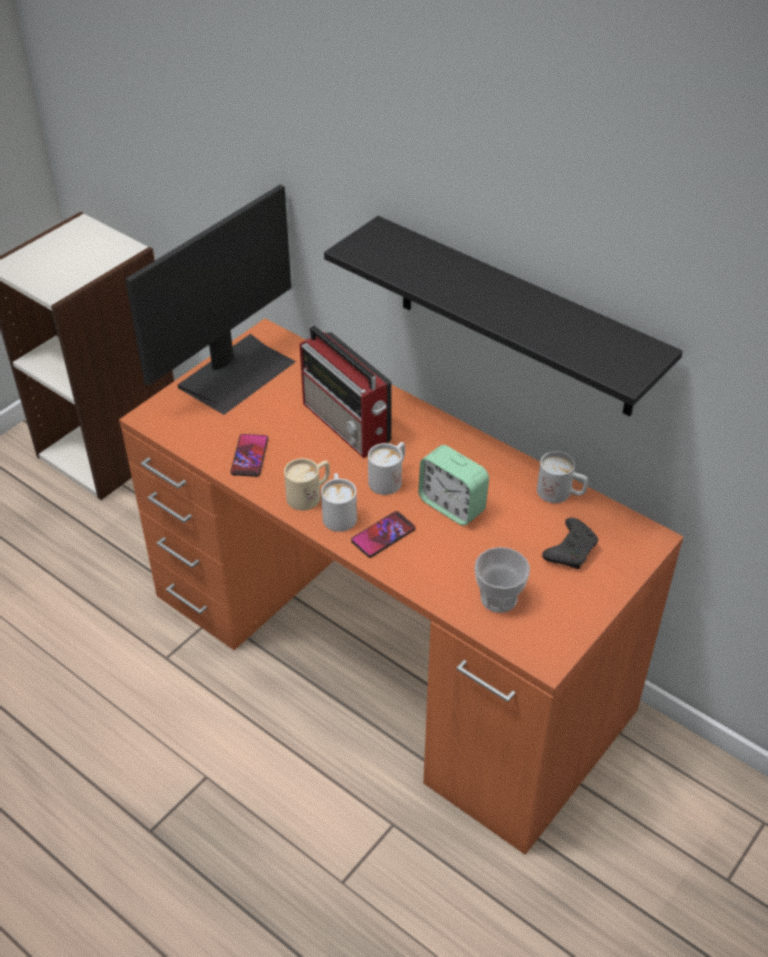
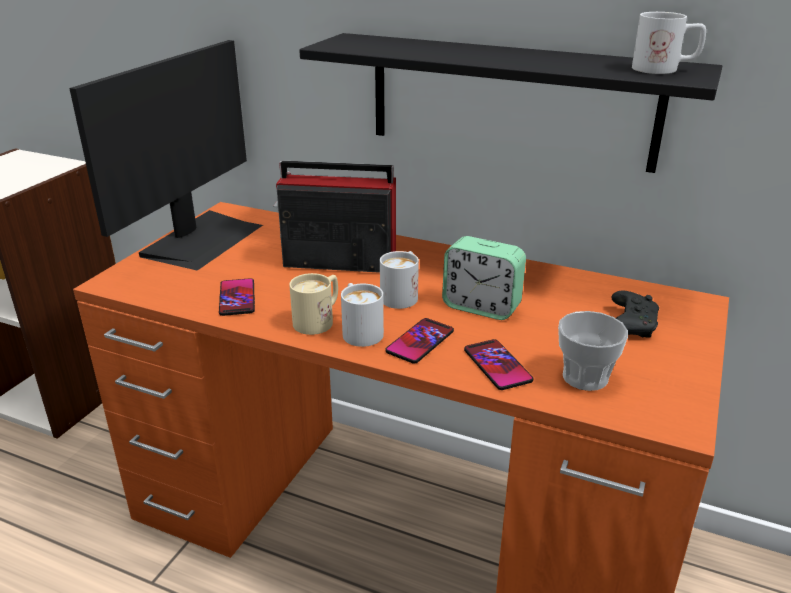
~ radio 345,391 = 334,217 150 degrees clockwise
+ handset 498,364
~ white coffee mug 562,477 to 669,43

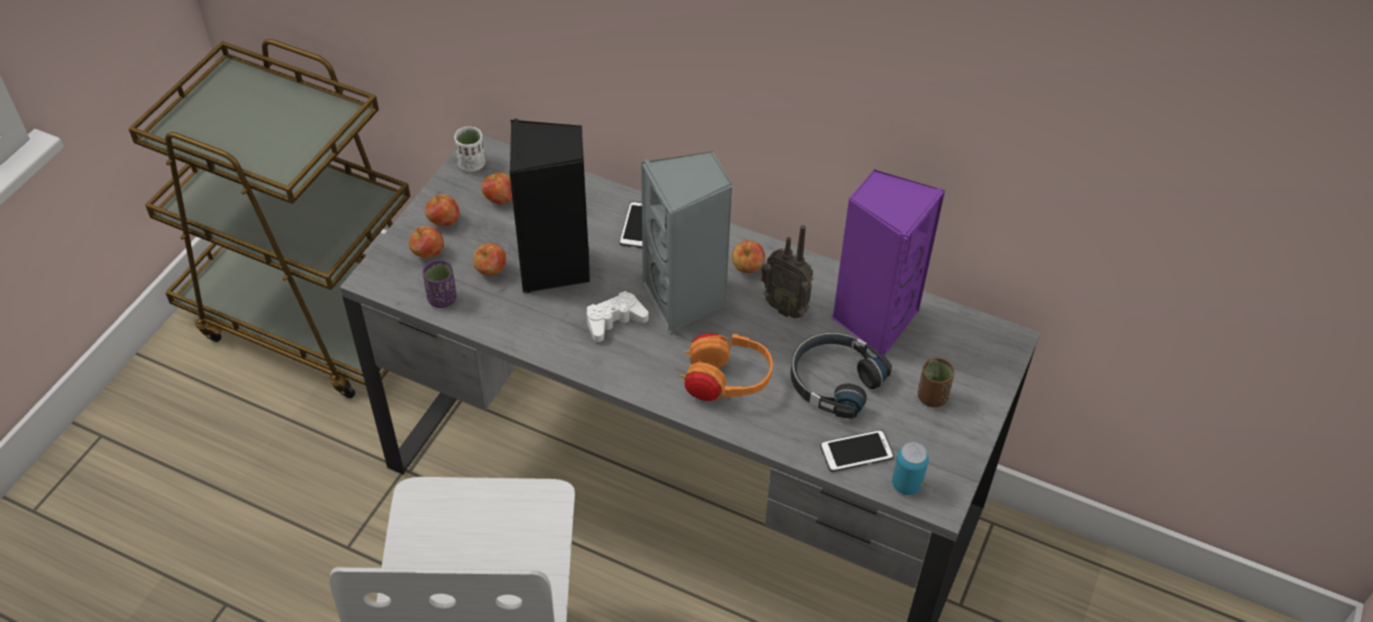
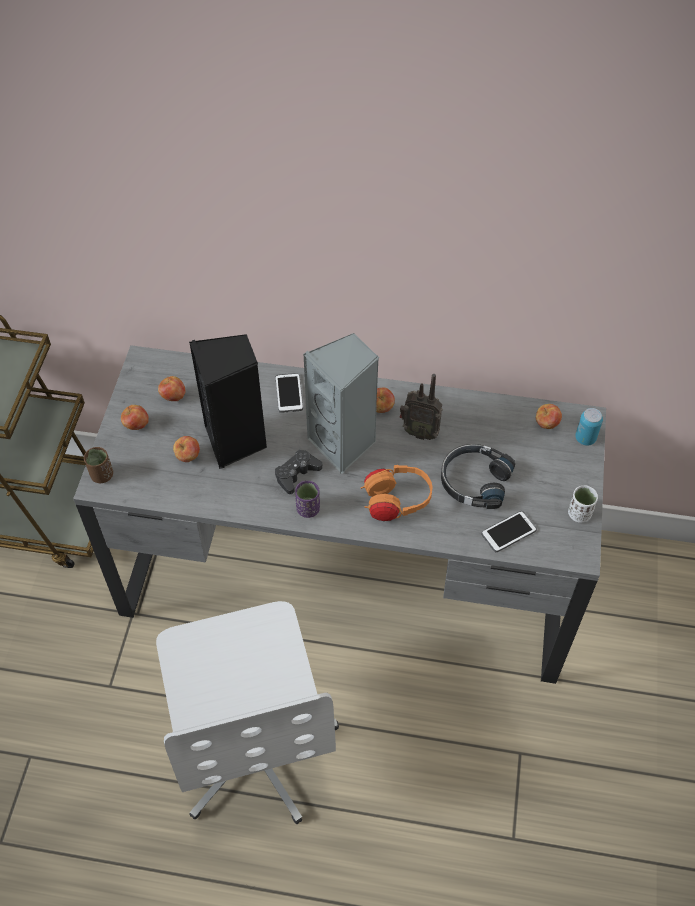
~ brown-coloured cup 936,382 to 98,465
~ white gamepad 618,316 to blackish gamepad 299,471
~ purple-coloured cup 439,284 to 307,499
~ whole apple 426,242 to 549,416
~ white cup 469,149 to 583,504
~ can 910,468 to 589,427
- purple-coloured audio speaker 888,262

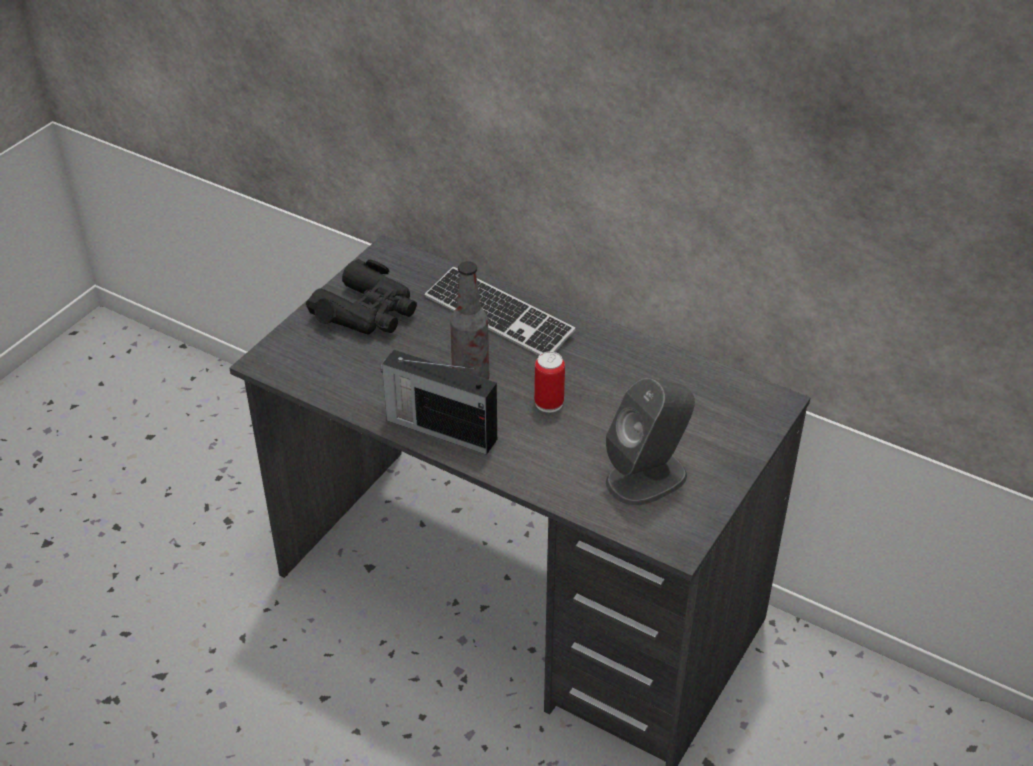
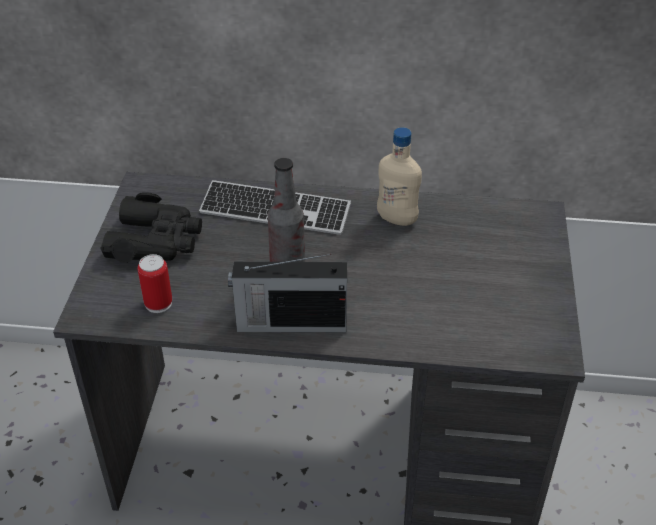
~ can 549,382 to 154,283
+ beige-coloured drink bottle 399,176
- greyish audio speaker 650,442

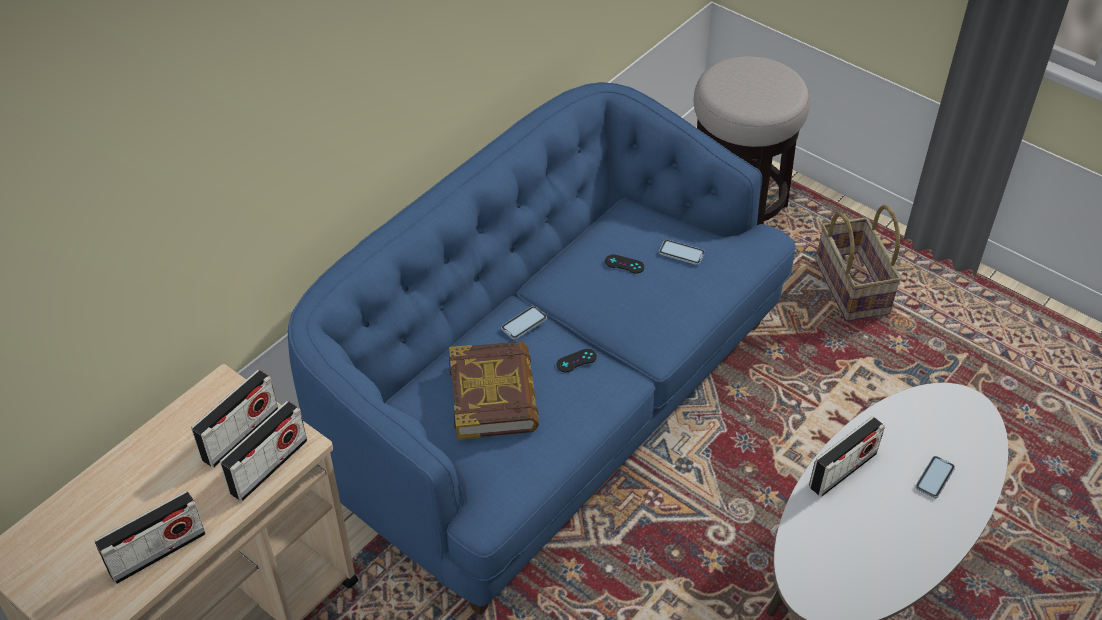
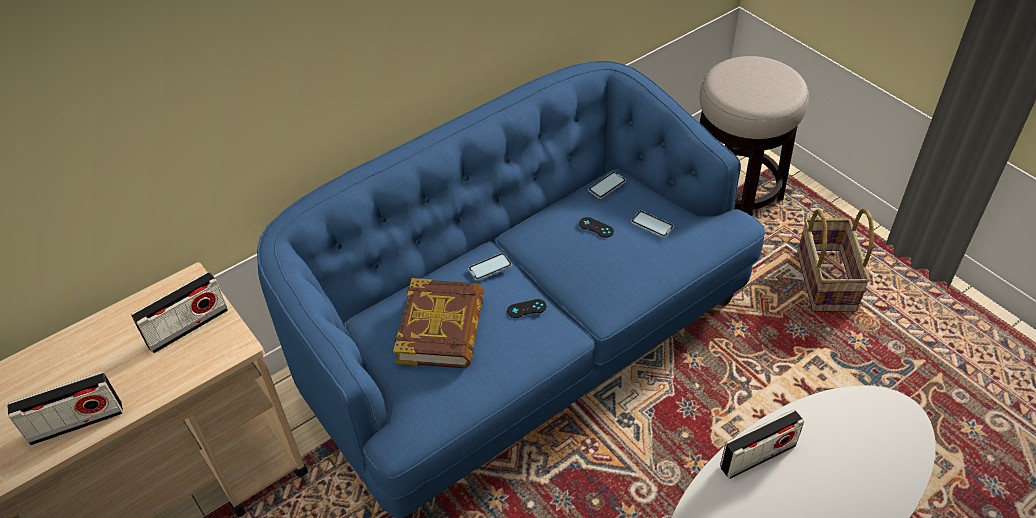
~ handset 935,477 to 607,185
- radio 263,451

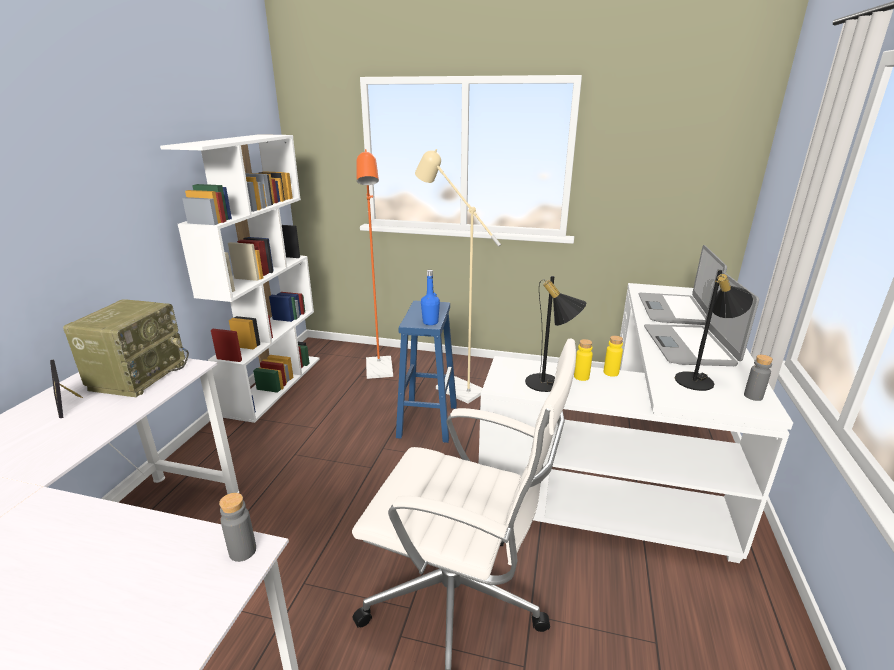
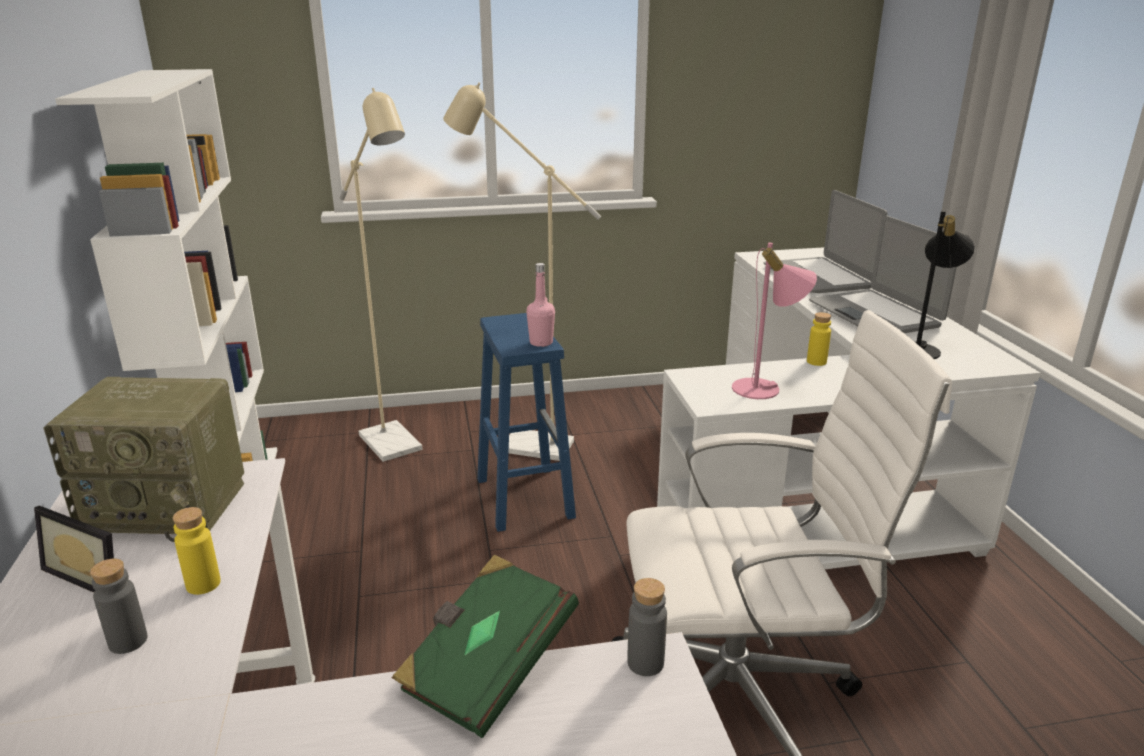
~ radio 126,348 = 143,459 105 degrees clockwise
~ greyish drink bottle 758,378 to 119,606
~ yellowish drink bottle 583,360 to 197,551
~ orangey standard lamp 374,264 to beige-coloured standard lamp 381,275
+ greenish bound book 485,646
~ blue-coloured drink bottle 430,297 to pink-coloured drink bottle 540,305
~ blackish tabletop lamp 555,334 to pink-coloured tabletop lamp 774,321

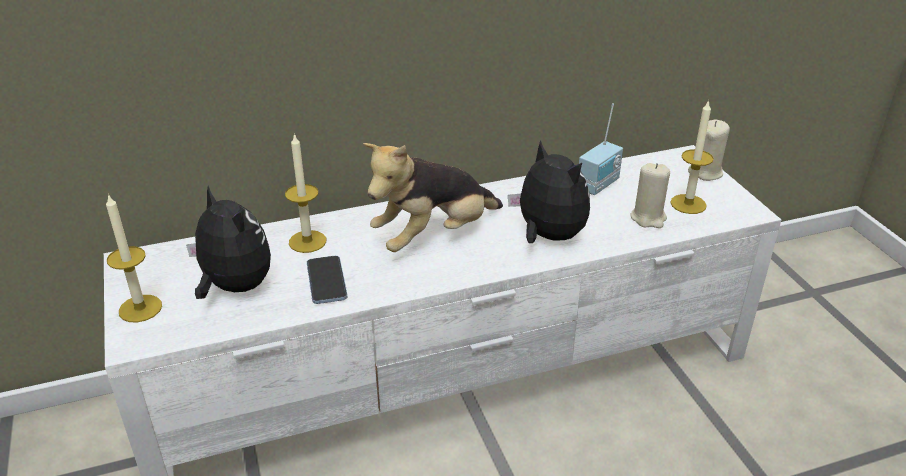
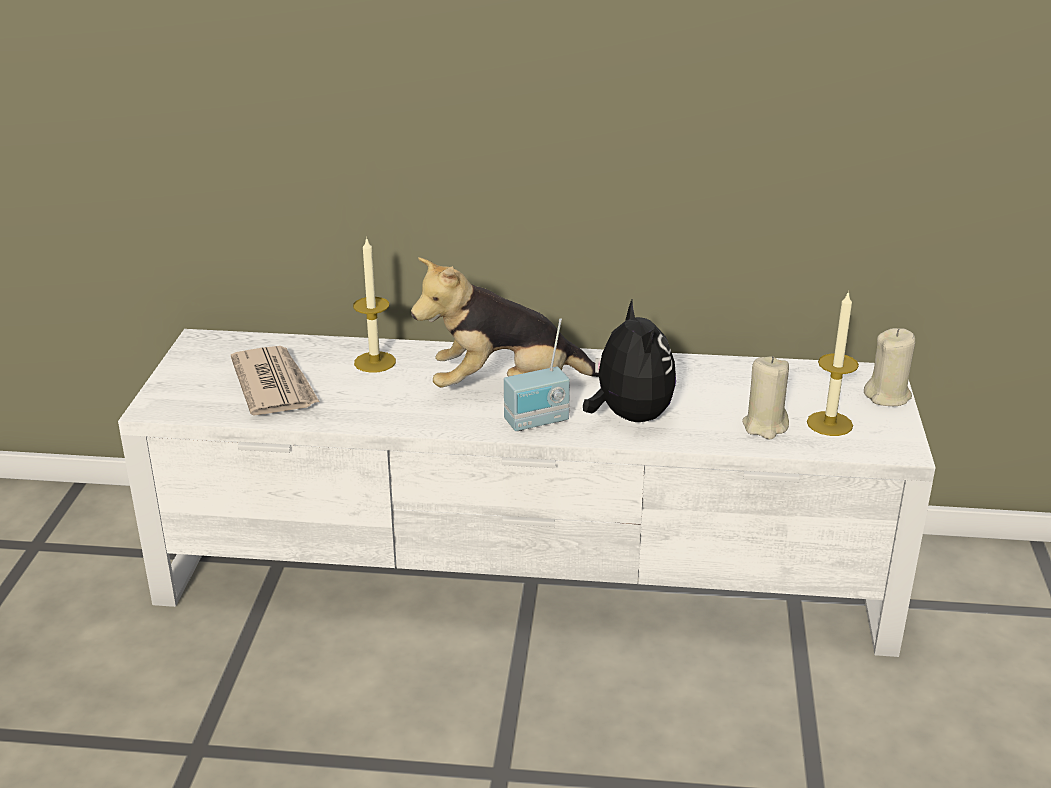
~ cuddly toy 228,242 to printed paper 275,381
~ radio 601,149 to 537,374
- wax light 134,258
- handset 327,280

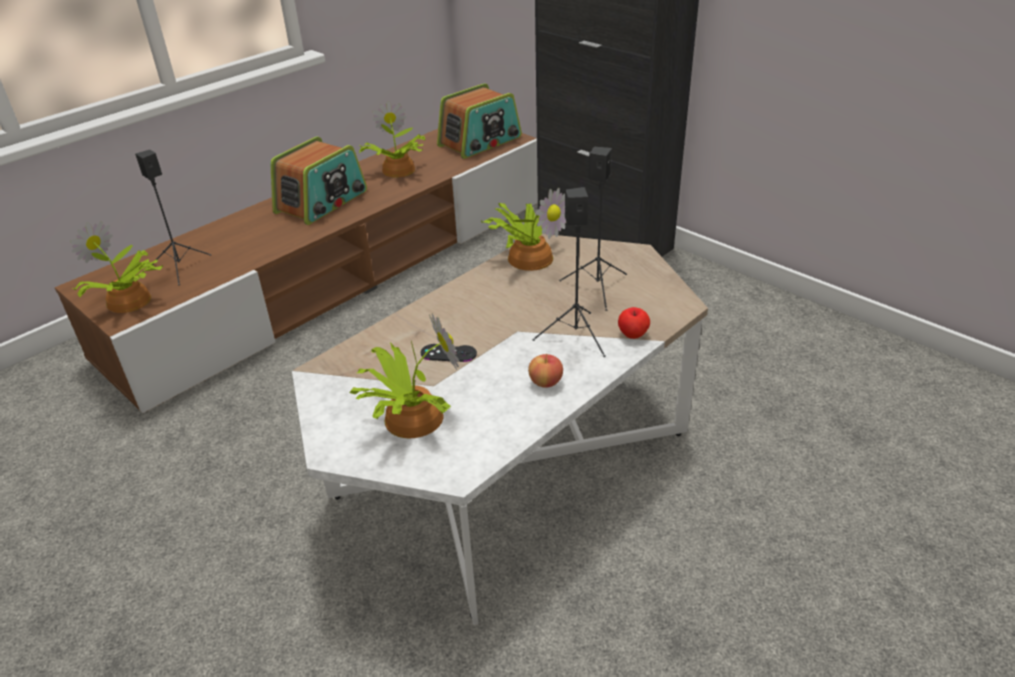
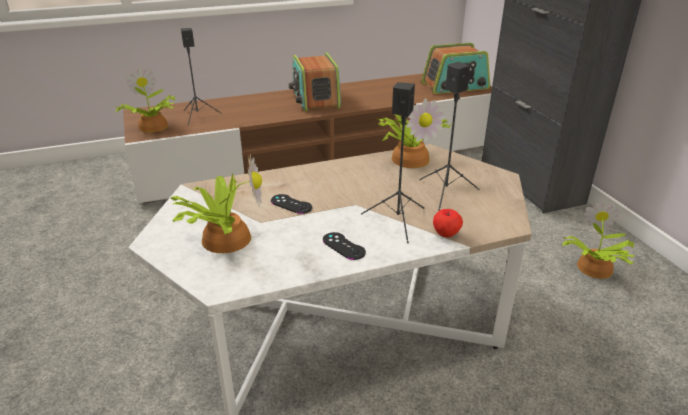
~ radio 318,180 = 315,82 105 degrees clockwise
~ whole apple 545,371 to blackish gamepad 344,246
~ potted plant 392,139 to 598,240

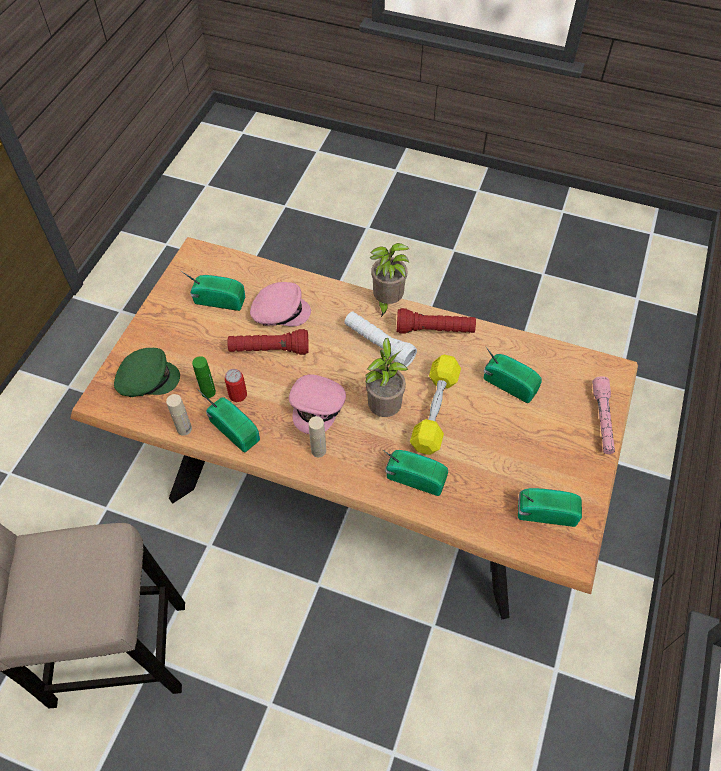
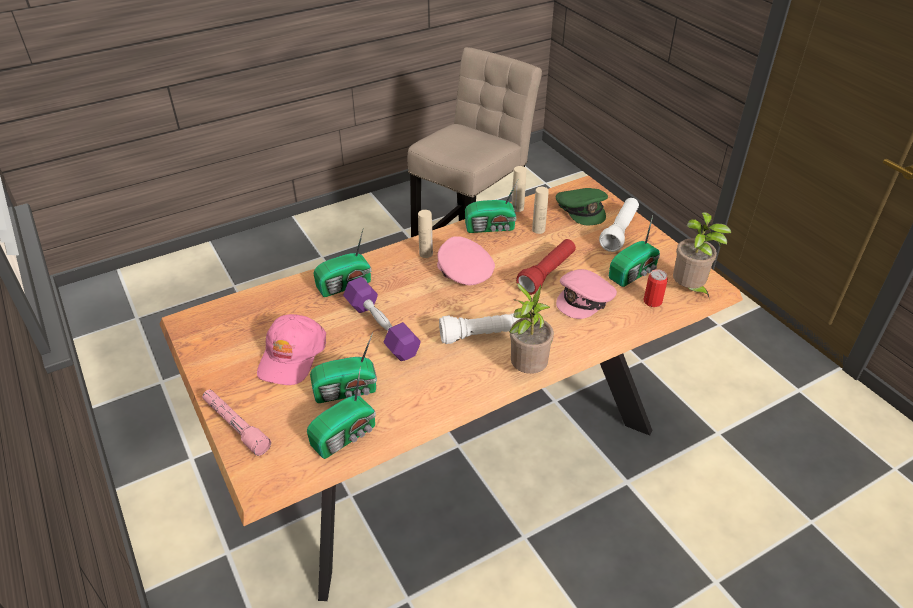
+ pink-coloured baseball cap 291,349
~ radio 550,507 to 341,412
~ yellowish free weight 435,405 to purple-coloured free weight 382,319
~ greenish drink bottle 204,377 to beige-coloured drink bottle 540,210
~ greenish baseball cap 147,372 = 581,206 60 degrees counterclockwise
+ white torch 619,225
~ can 236,385 to 656,288
~ potted plant 386,377 to 702,254
- reddish torch 436,321

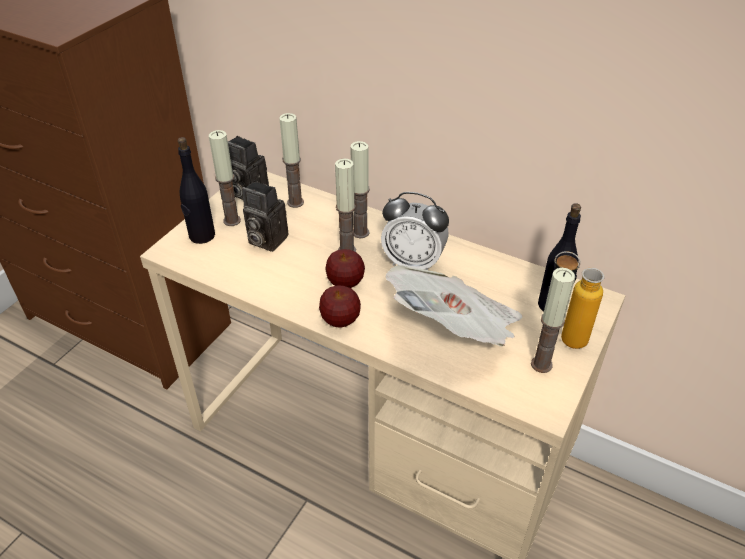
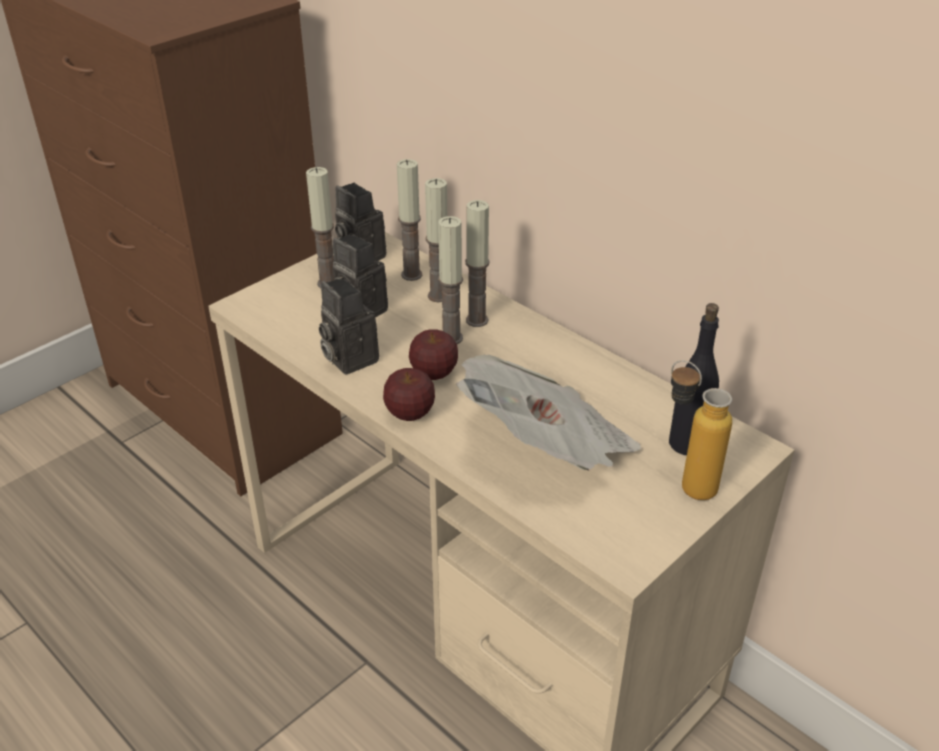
+ still camera 349,325
~ wax light 553,320 to 436,240
- blackish drink bottle 196,190
- alarm clock 415,231

